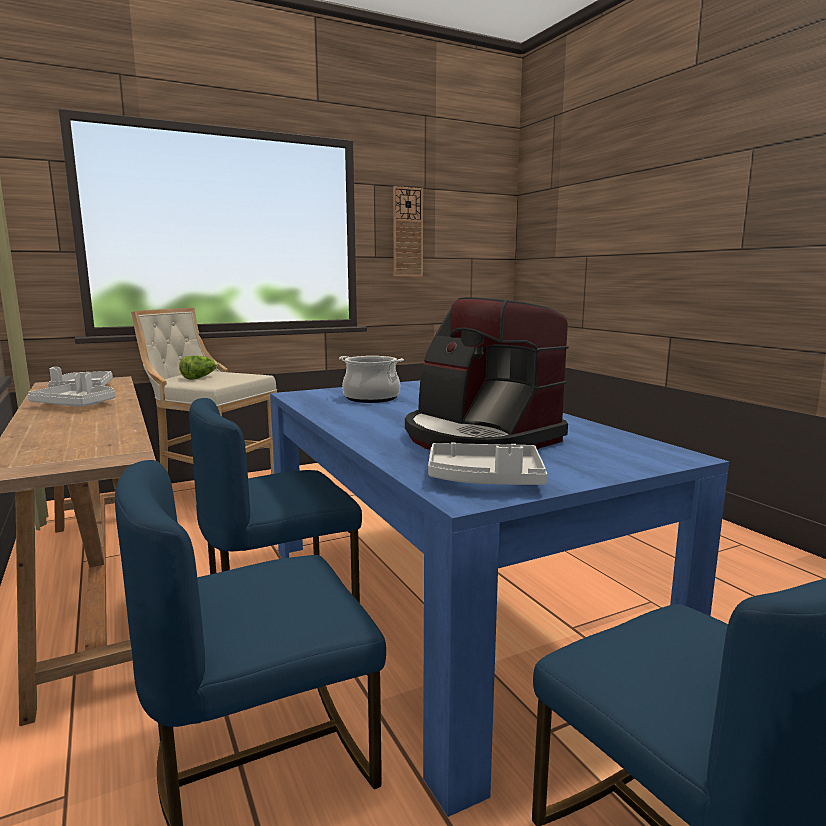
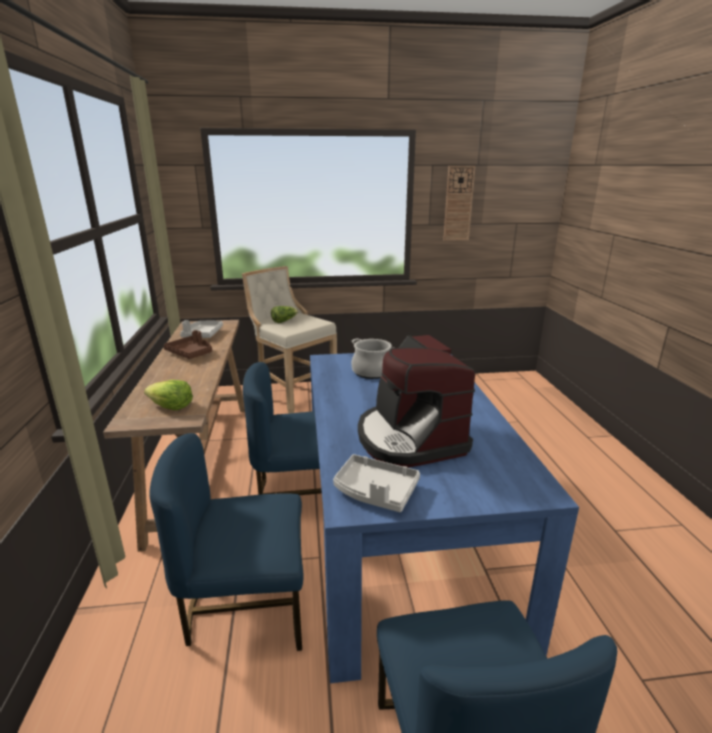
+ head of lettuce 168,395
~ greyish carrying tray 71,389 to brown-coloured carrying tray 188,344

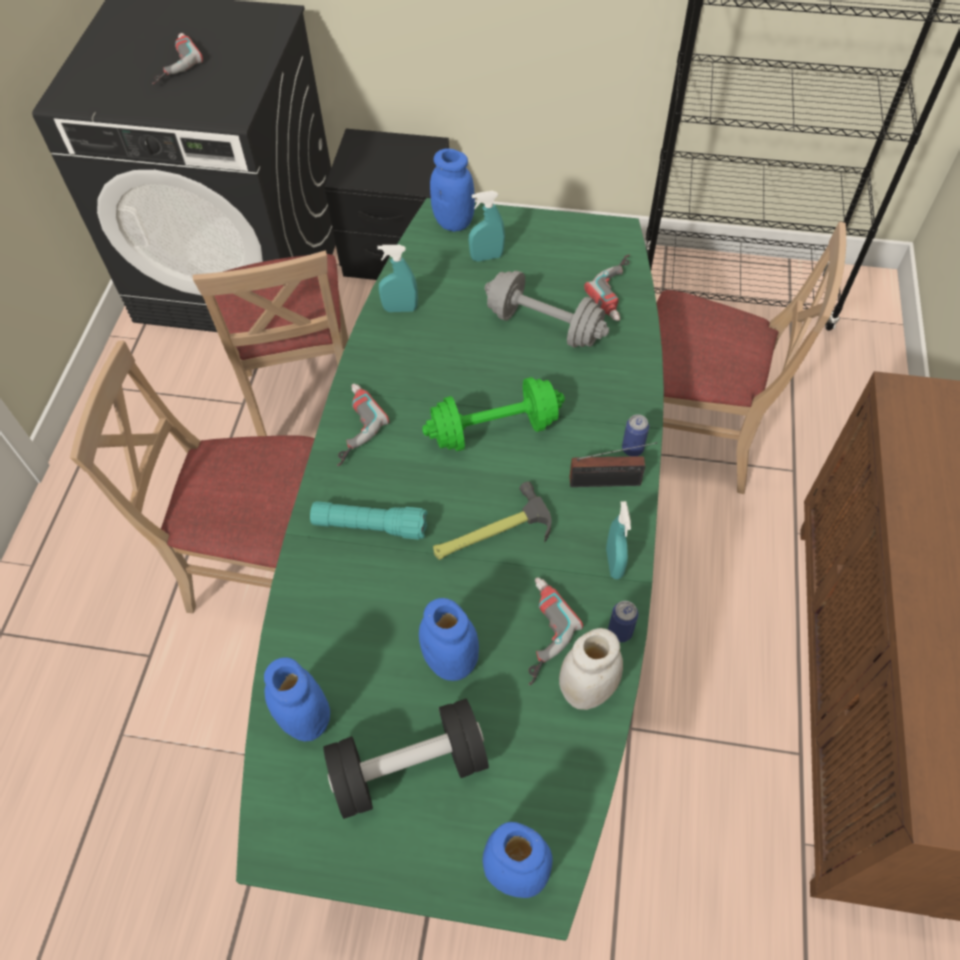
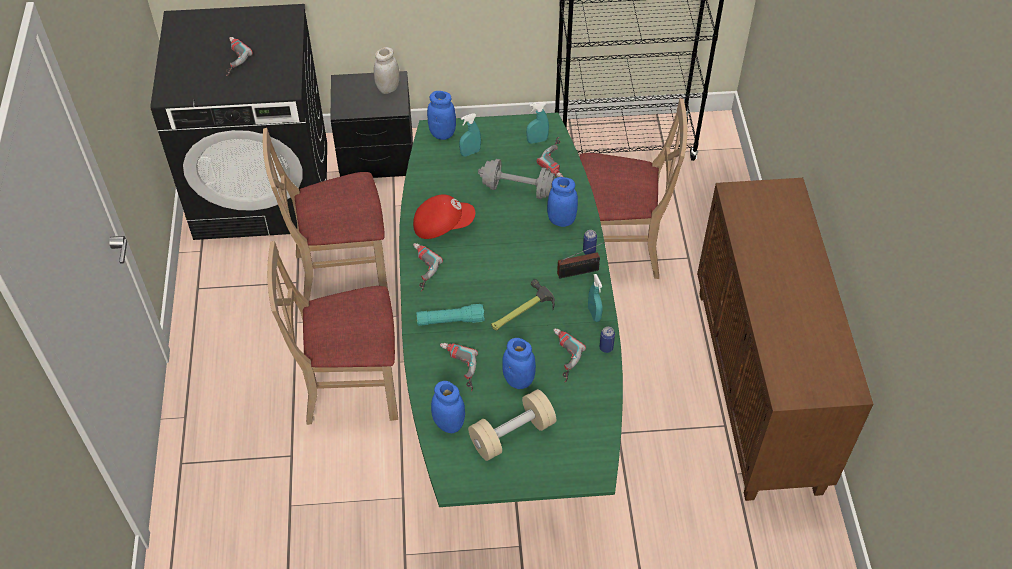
~ beige-coloured chair 270,343 = 325,214 105 degrees clockwise
~ white jar 591,669 to 387,70
+ reddish baseball cap 444,216
+ drill 459,367
~ blackish free weight 406,759 to beige-coloured free weight 512,425
~ turquoise hand sprayer 398,278 to 537,123
~ blue-coloured jar 517,860 to 562,202
- greenish free weight 493,414

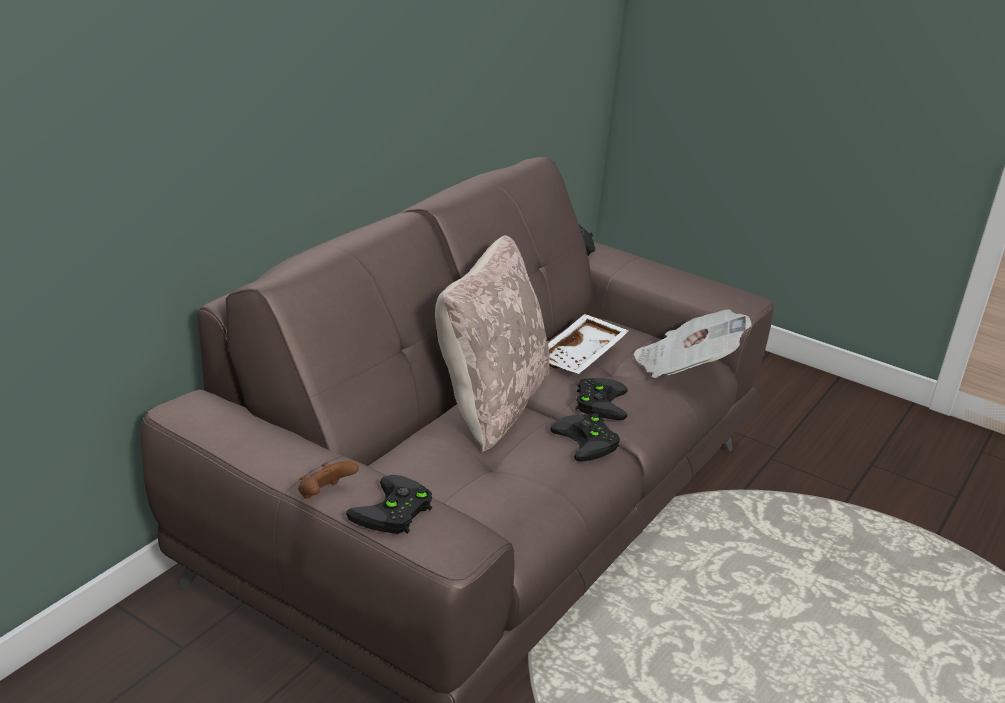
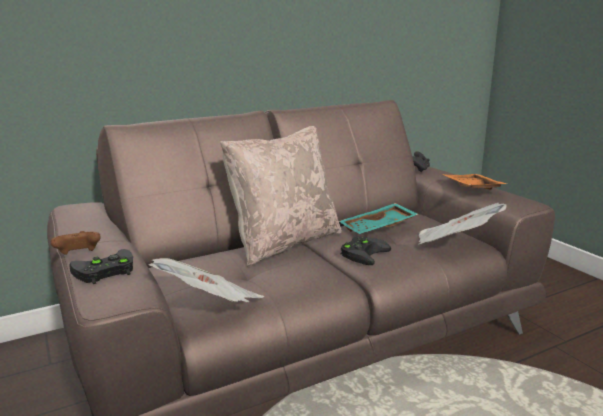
+ printed paper 206,280
~ white carrying tray 588,344 to turquoise carrying tray 378,218
+ orangey carrying tray 475,182
- blackish gamepad 585,437

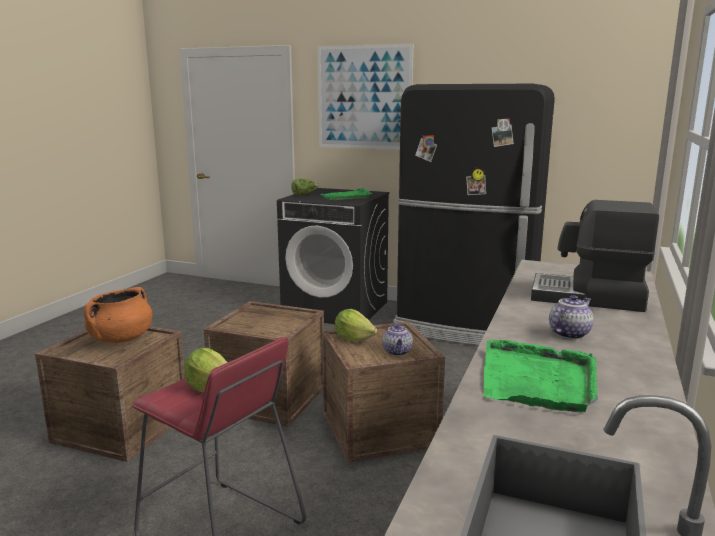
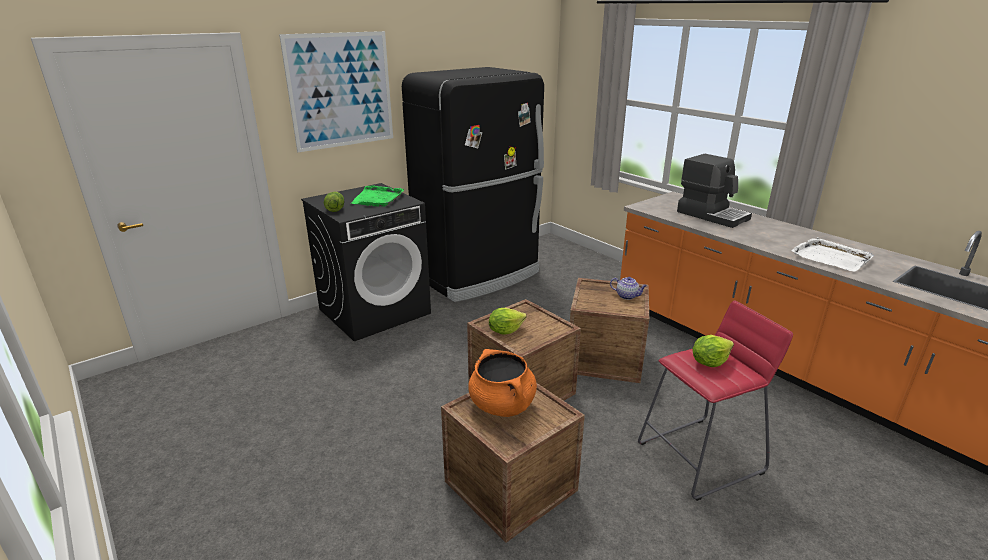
~ head of lettuce 356,325 to 508,321
~ coffee machine 595,256 = 714,191 90 degrees counterclockwise
~ greenish carrying tray 541,376 to white carrying tray 833,254
- teapot 571,317

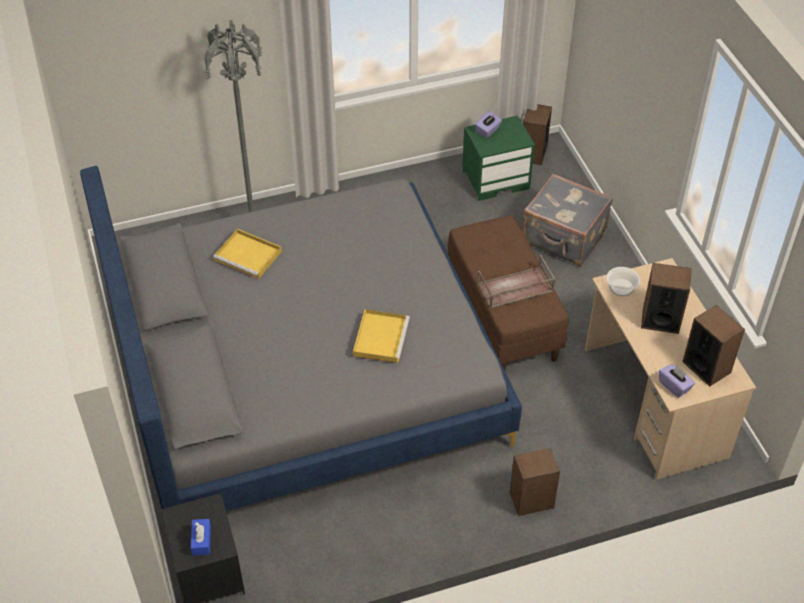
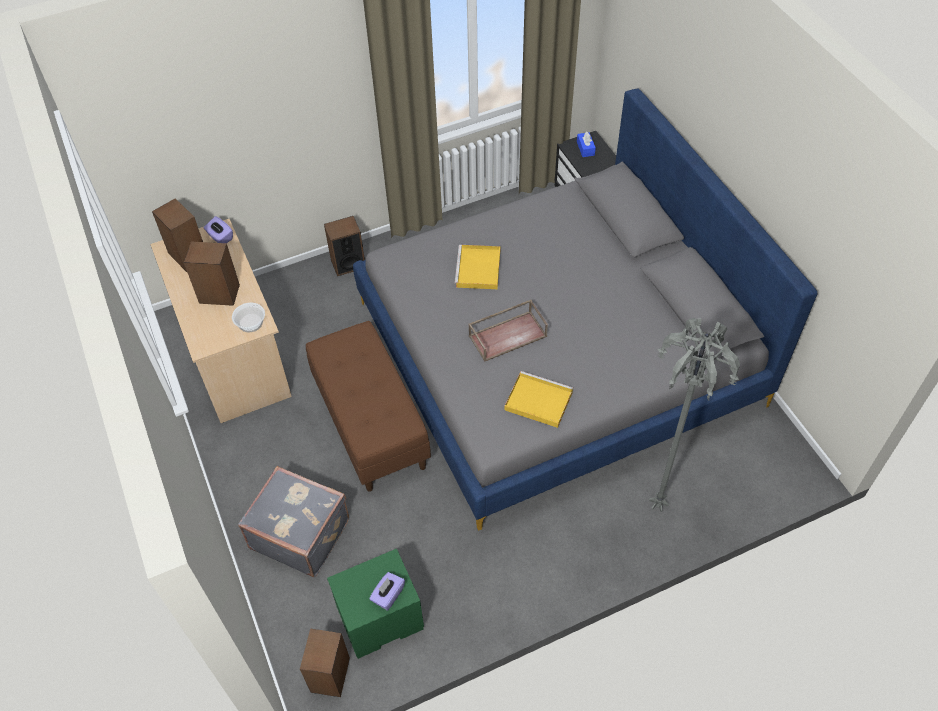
~ brown-coloured carrying tray 516,282 to 508,331
~ yellowish carrying tray 247,254 to 539,399

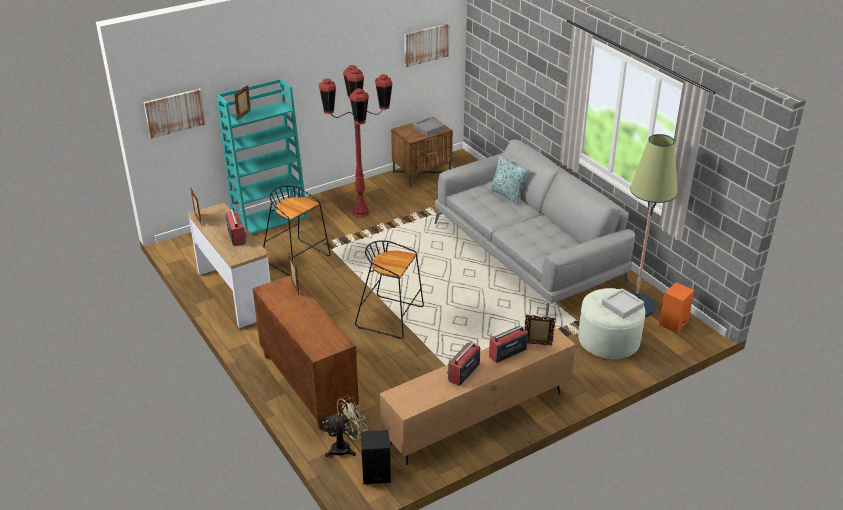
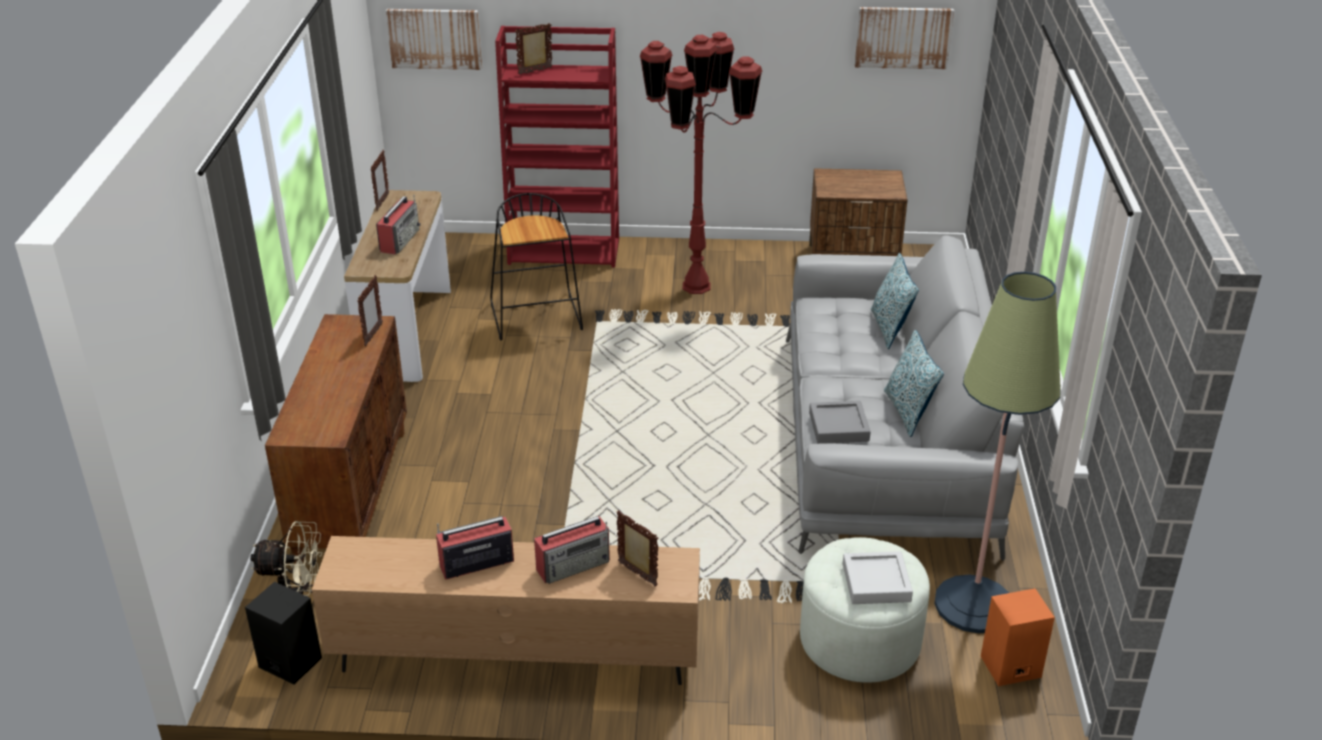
~ turquoise bookshelf 262,156 to reddish bookshelf 557,147
~ radio 508,344 = 572,550 150 degrees clockwise
~ greyish carrying tray 429,126 to 840,422
+ cushion 914,383
- blackish stool 389,289

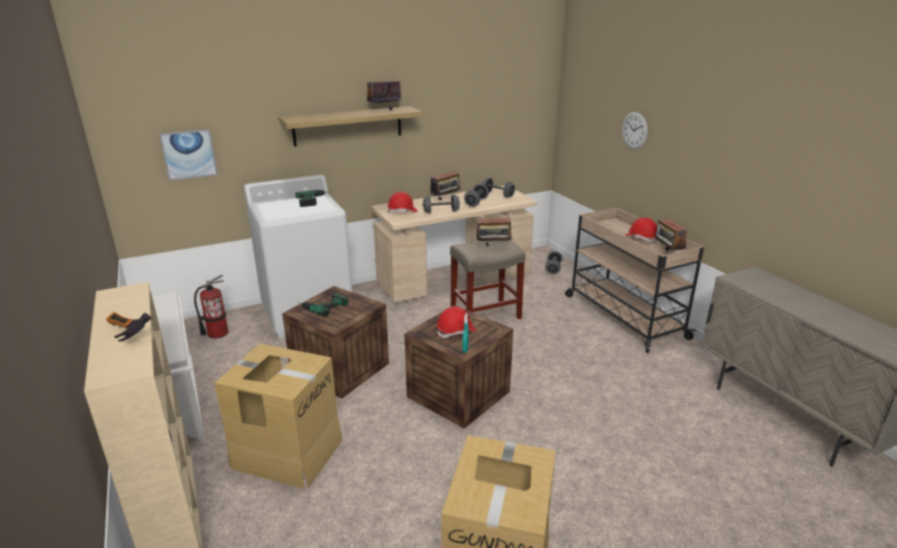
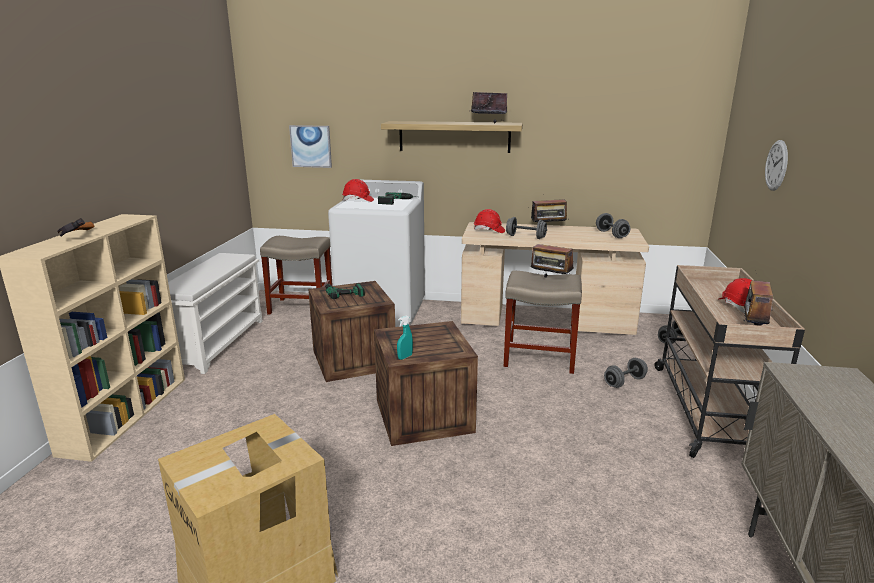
~ fire extinguisher 211,307 to beige-coloured stool 296,275
~ reddish work helmet 456,322 to 358,190
~ greyish free weight 476,195 to 626,373
- packing box 279,416

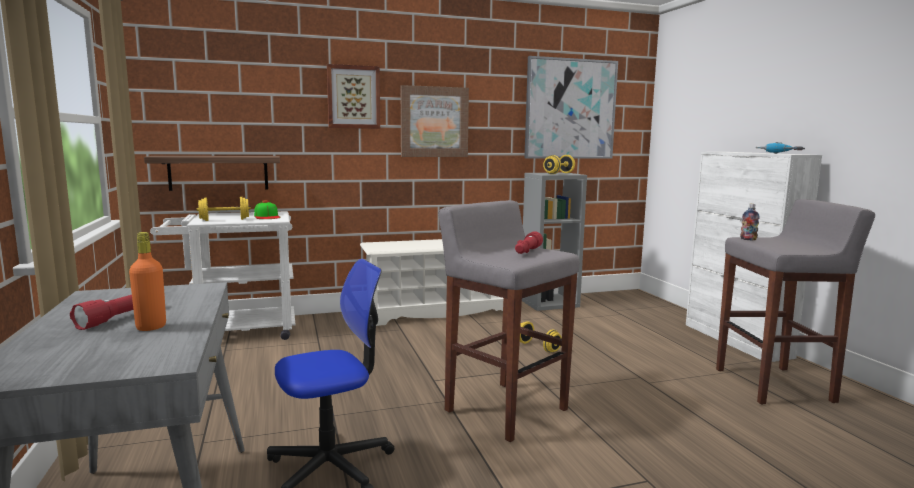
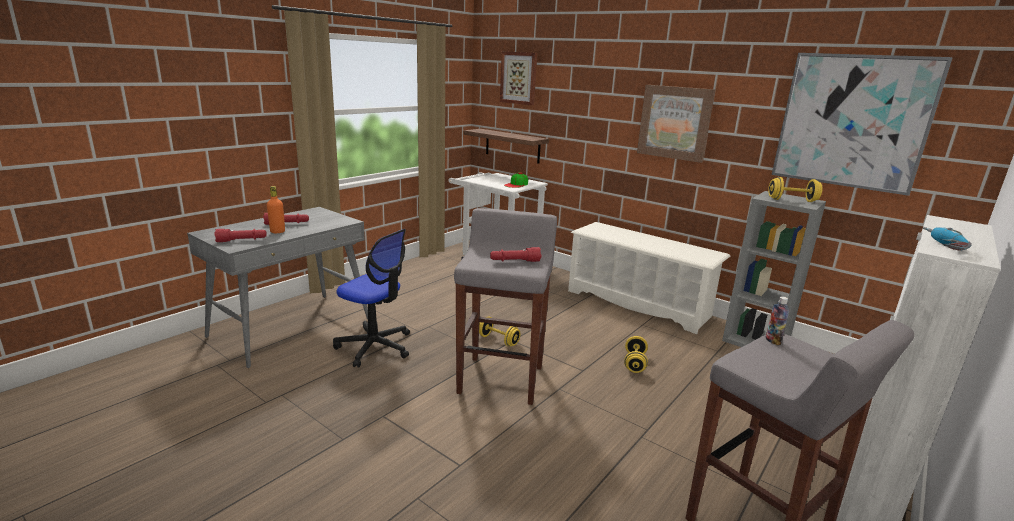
+ reddish torch 240,235
~ yellowish free weight 224,209 to 499,331
~ picture 353,96 to 518,78

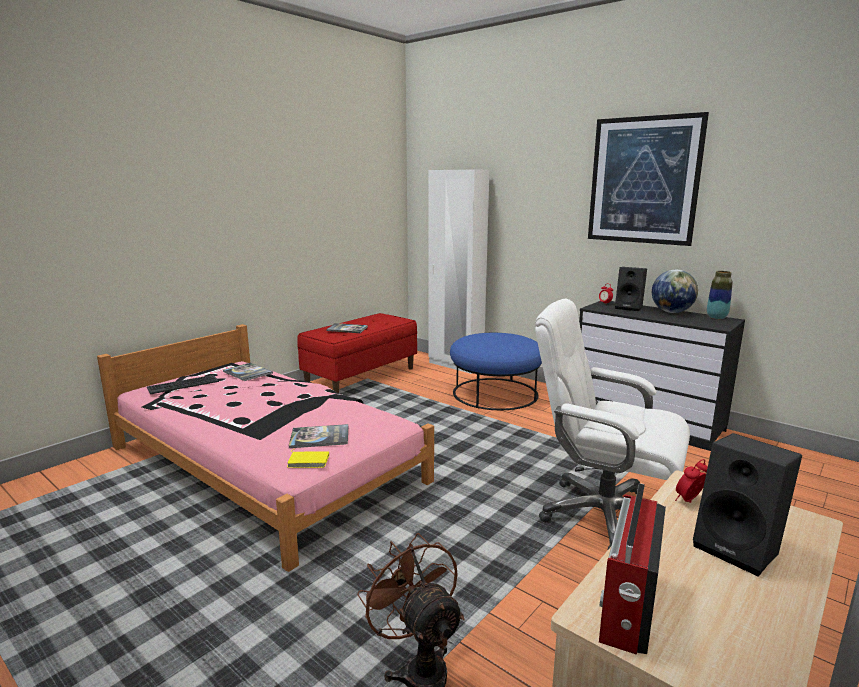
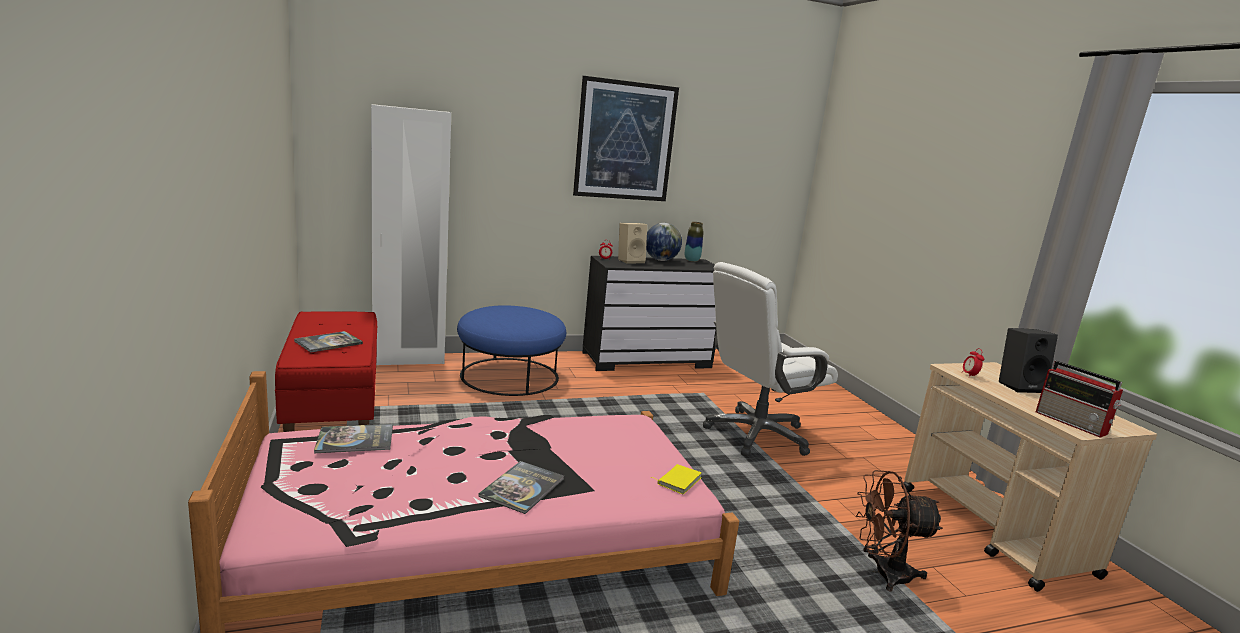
~ bound book 318,436 to 521,487
~ blackish audio speaker 631,289 to beige-coloured audio speaker 632,243
- computer keyboard 183,384

